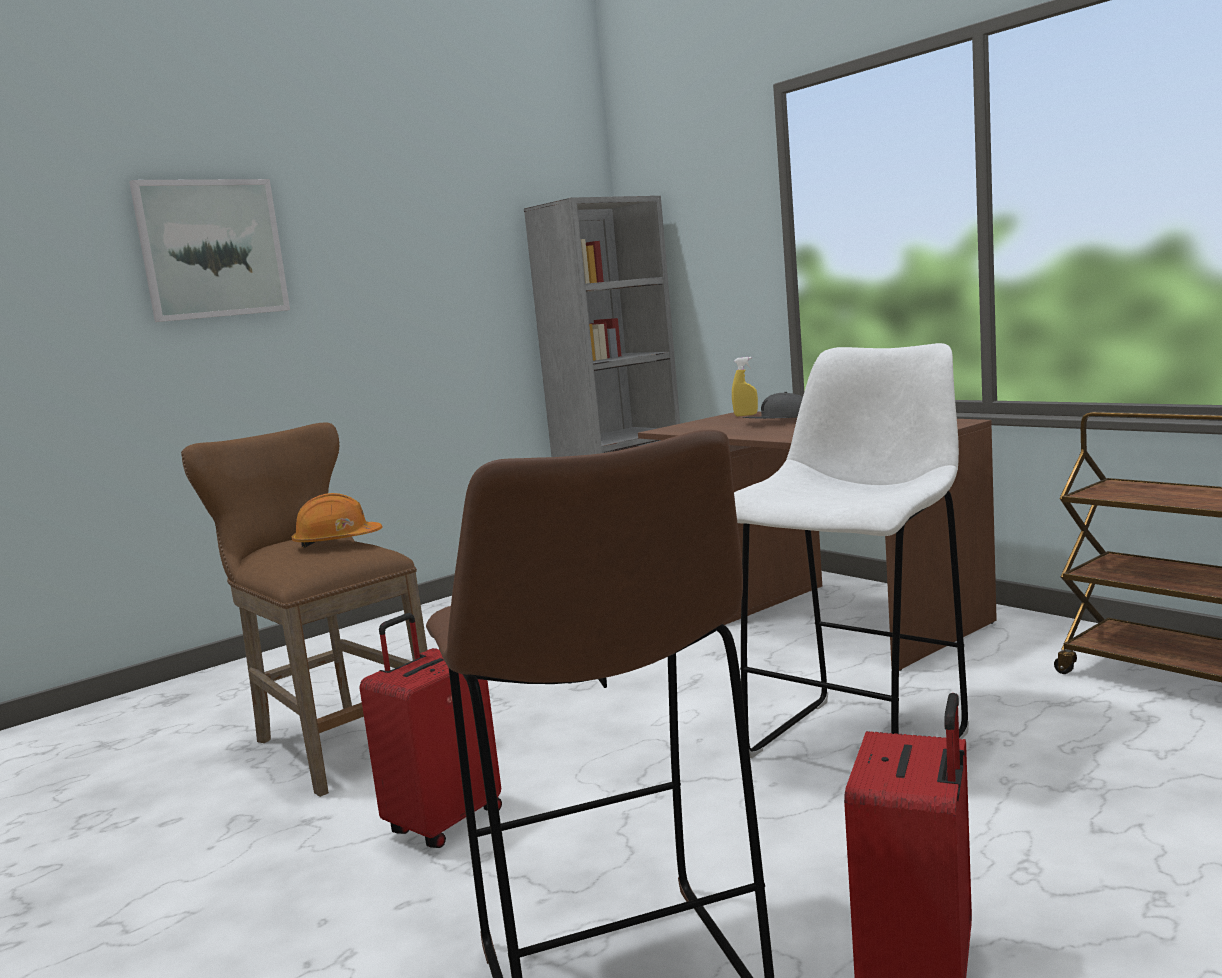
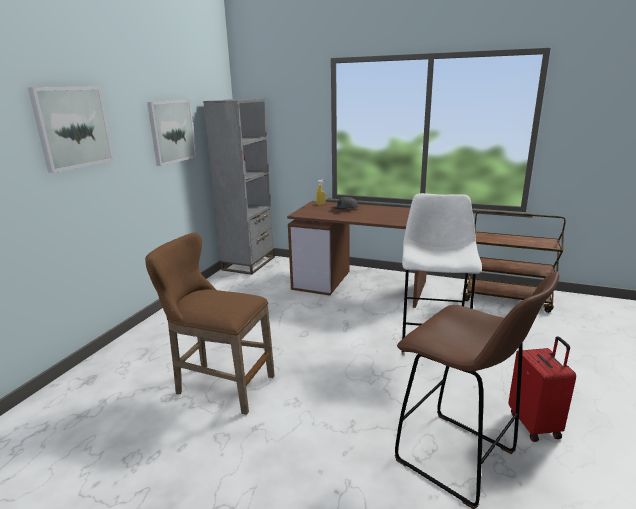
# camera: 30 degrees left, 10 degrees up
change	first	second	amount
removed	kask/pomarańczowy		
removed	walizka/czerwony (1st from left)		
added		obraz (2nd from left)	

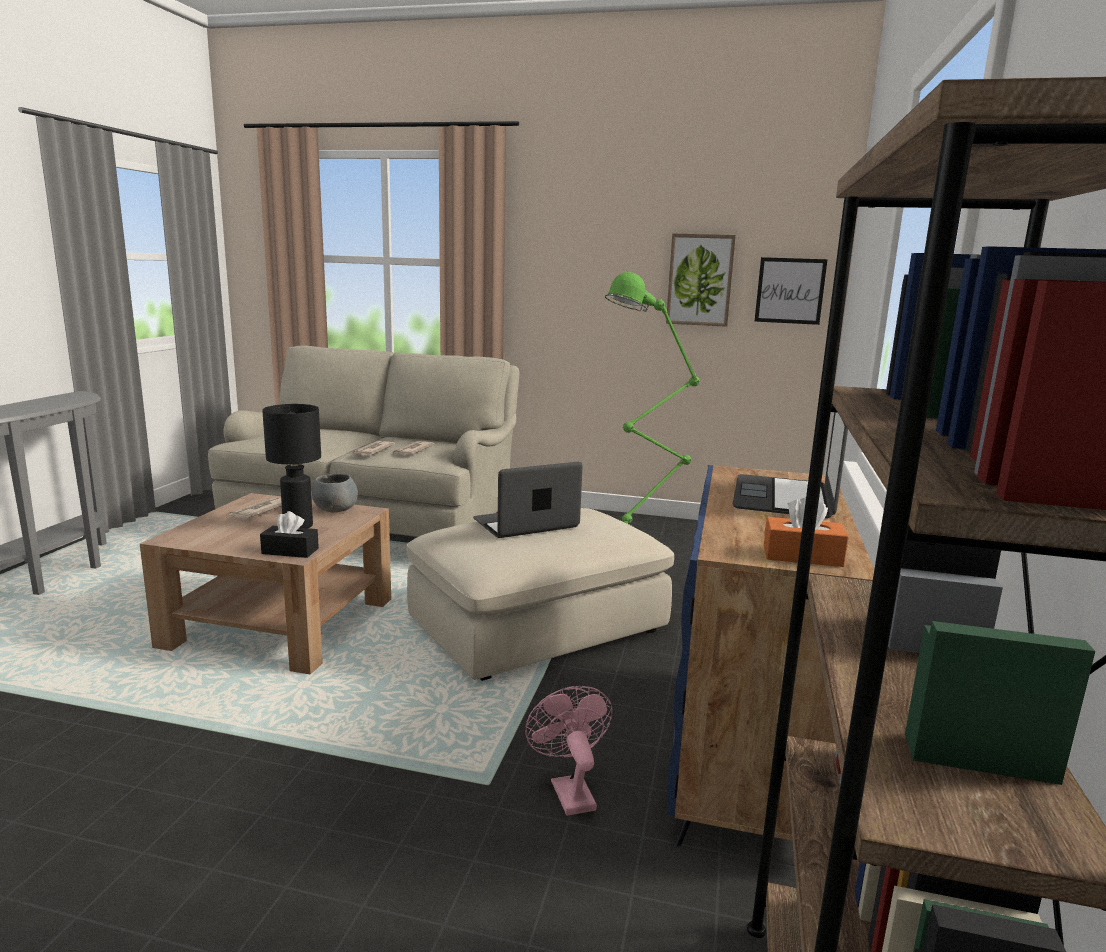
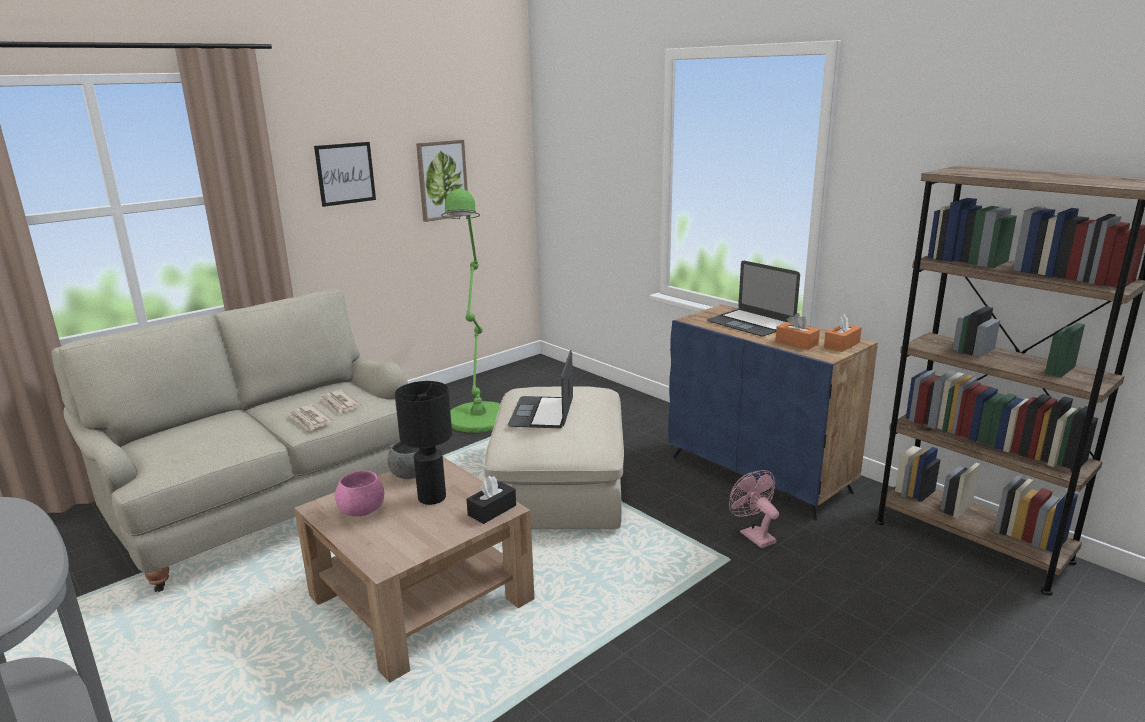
# camera: 55 degrees left, 5 degrees up
change	first	second	amount
replaced	gazeta (1st from left)	miska/różowy	
turned	wentylator/różowy		45 degrees clockwise
moved	obraz (2nd from left in the first image)	obraz (1st from left)	
added		pudełko chusteczek/pomarańczowy (1st from left)	

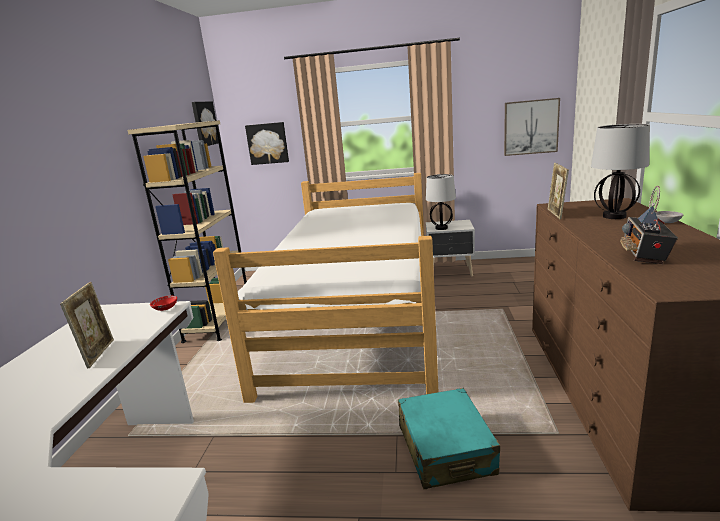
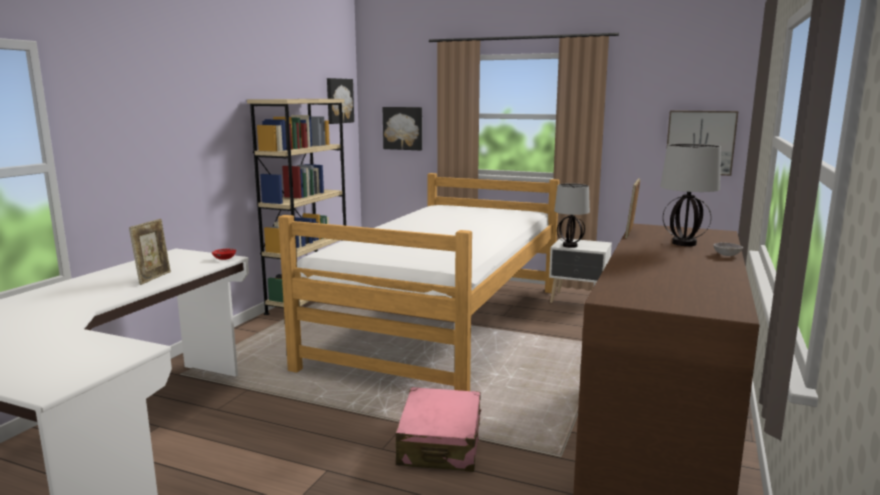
# camera: 15 degrees right, 5 degrees down
change	first	second	amount
recoloured	walizka/turkusowy	walizka/różowy	
removed	radio		

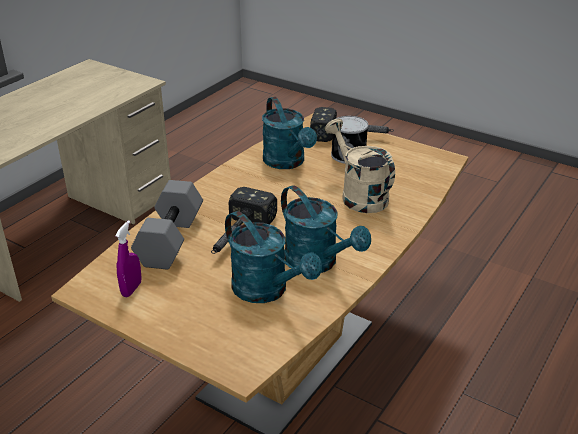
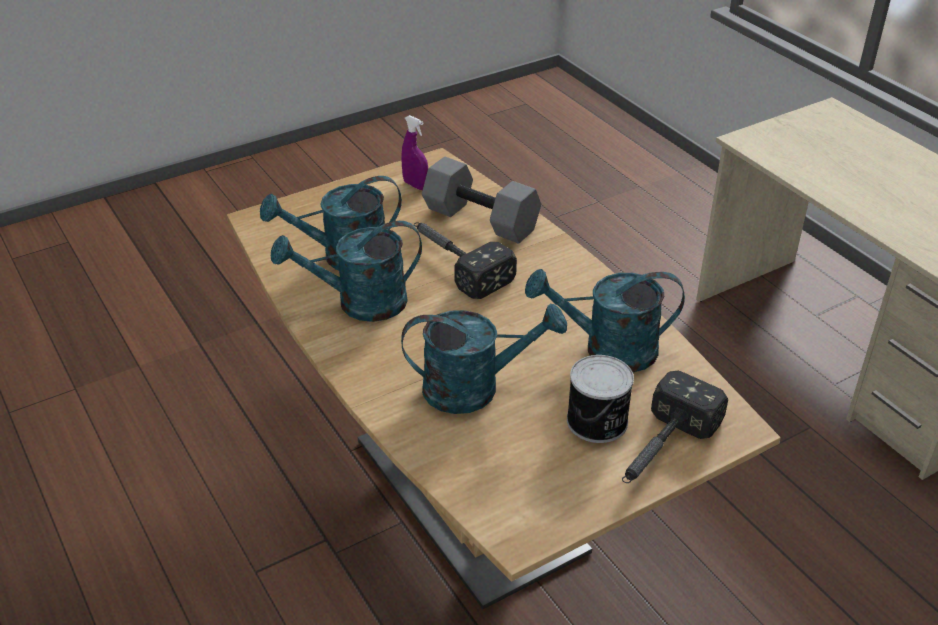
# camera: 115 degrees right, 5 degrees up
change	first	second	amount
recoloured	konewka/beżowy	konewka/turkusowy (3rd from left)	

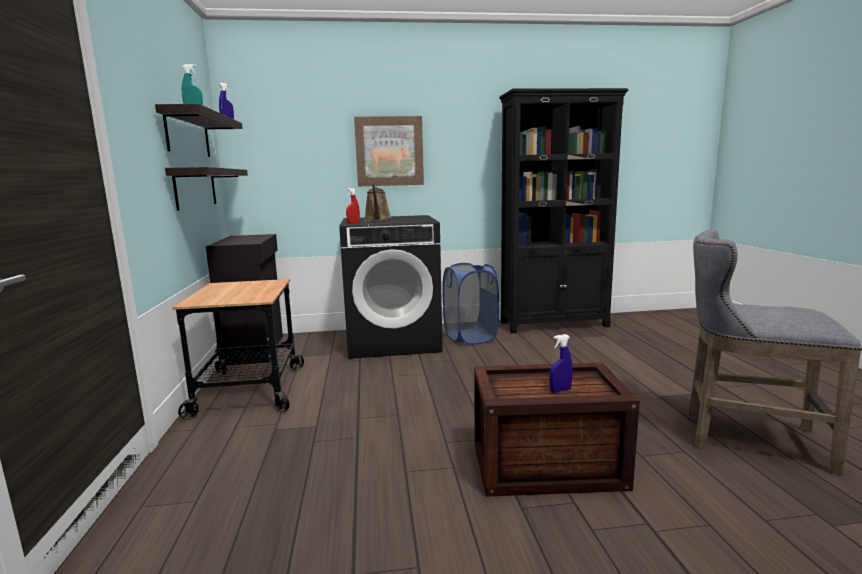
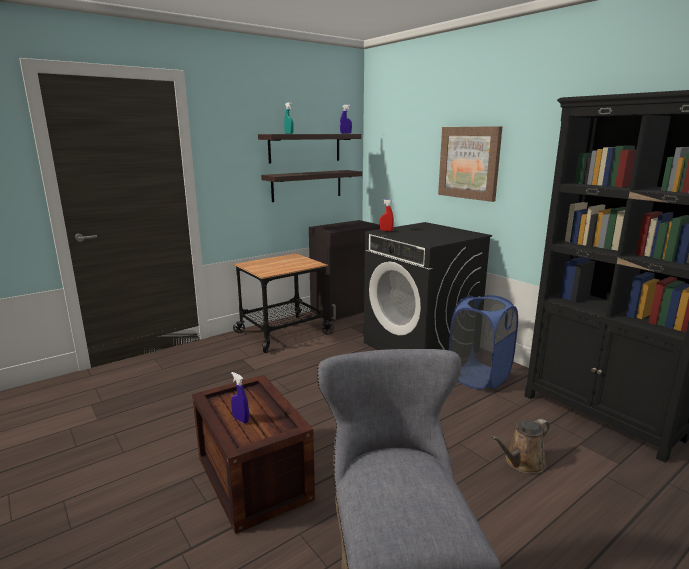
# camera: 60 degrees right, 5 degrees up
change	first	second	amount
moved	konewka/brązowy		

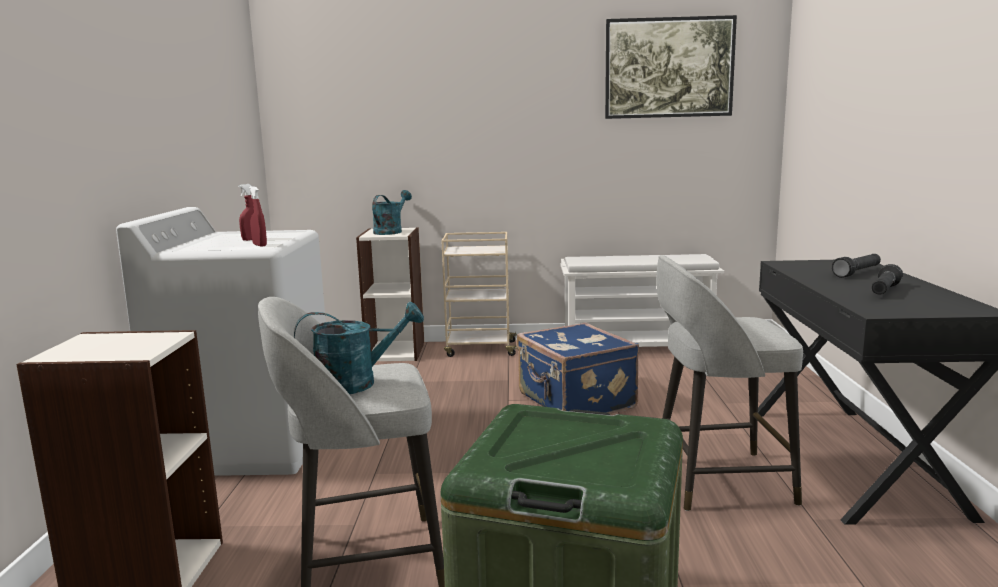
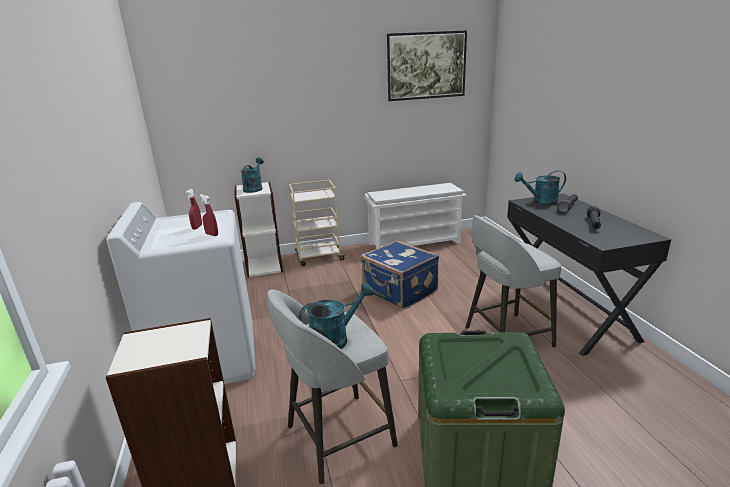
# camera: 15 degrees left, 10 degrees up
change	first	second	amount
added		konewka/turkusowy (3rd from left)	

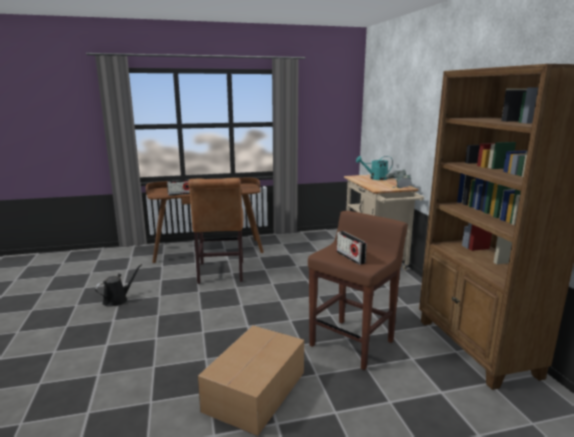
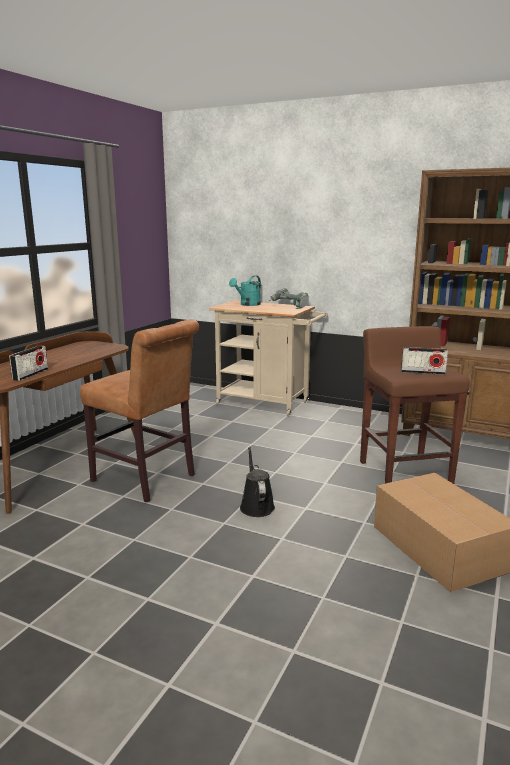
# camera: 50 degrees left, 0 degrees up
change	first	second	amount
moved	konewka/czarny		

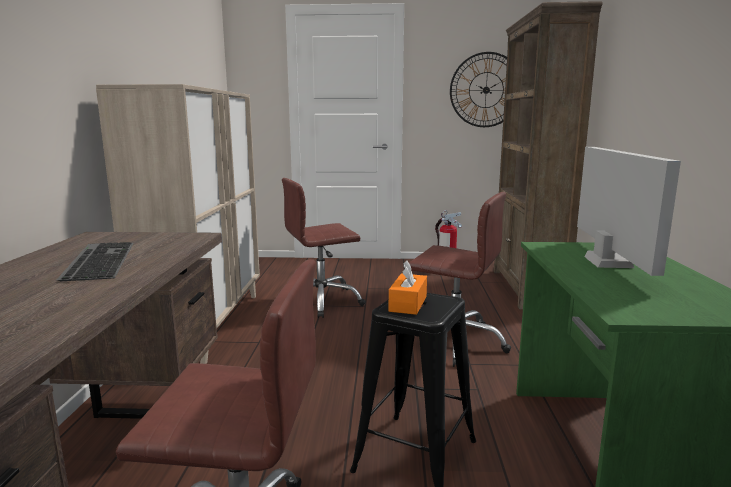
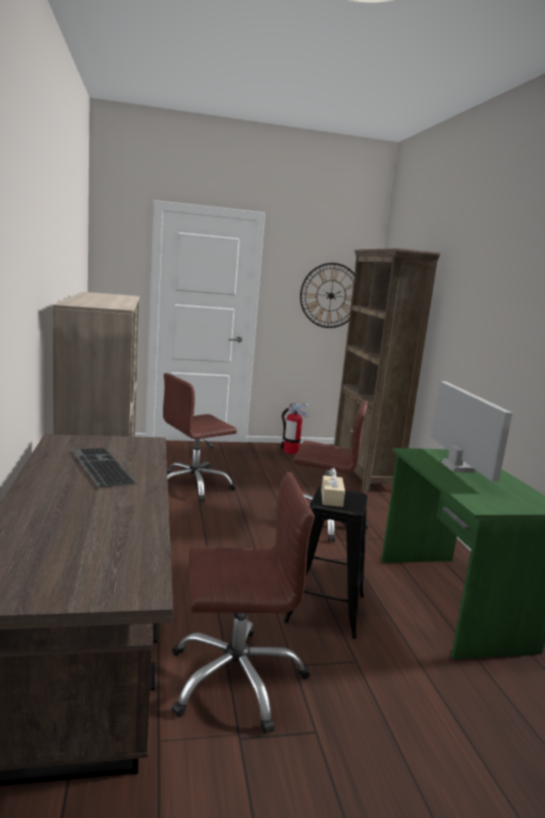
# camera: 15 degrees left, 0 degrees up
change	first	second	amount
recoloured	pudełko chusteczek/pomarańczowy	pudełko chusteczek/beżowy	

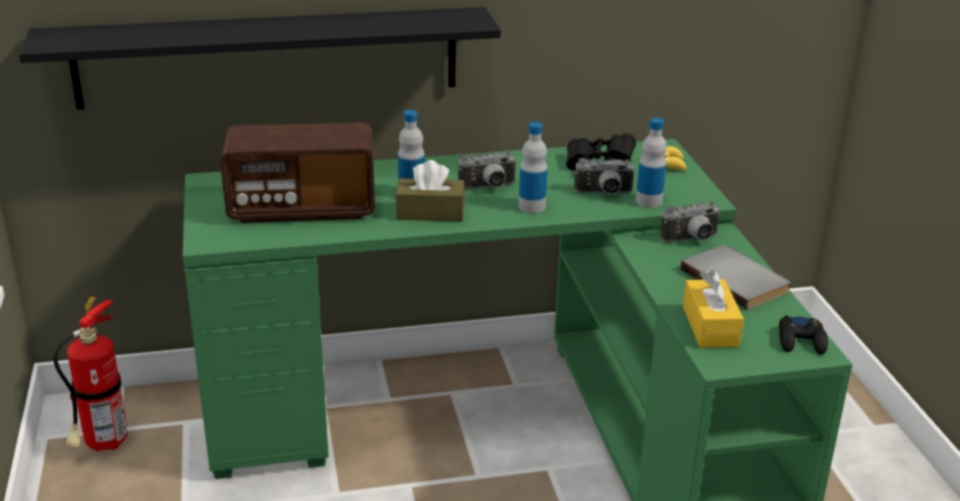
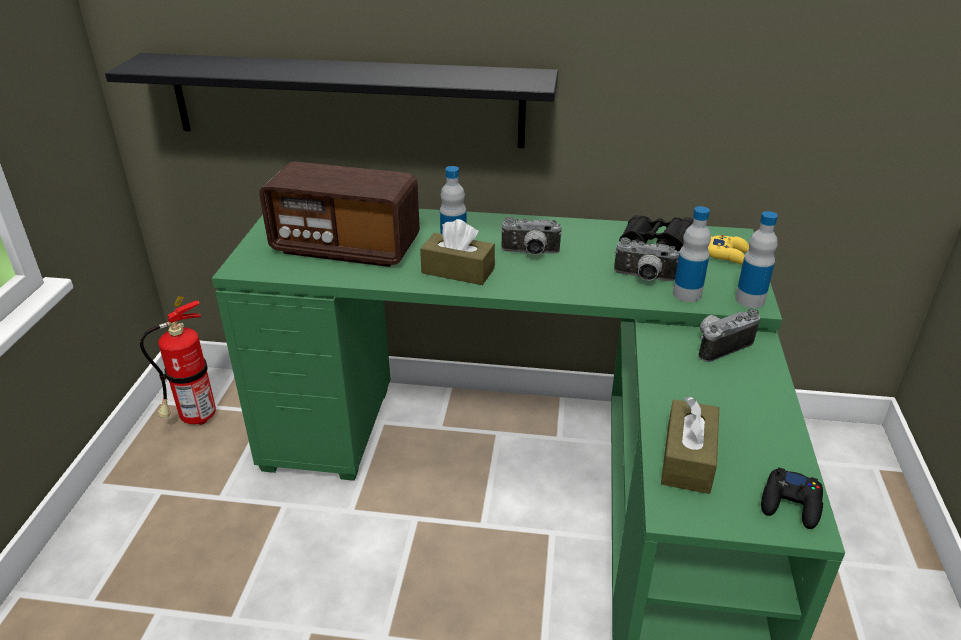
# camera: 20 degrees right, 5 degrees up
change	first	second	amount
moved	butelka (2nd from left in the first image)	butelka (3rd from left)	
turned	aparat fotograficzny (3rd from left)		150 degrees clockwise
removed	książka/szary		
recoloured	pudełko chusteczek/żółty	pudełko chusteczek/brązowy (2nd from left)	

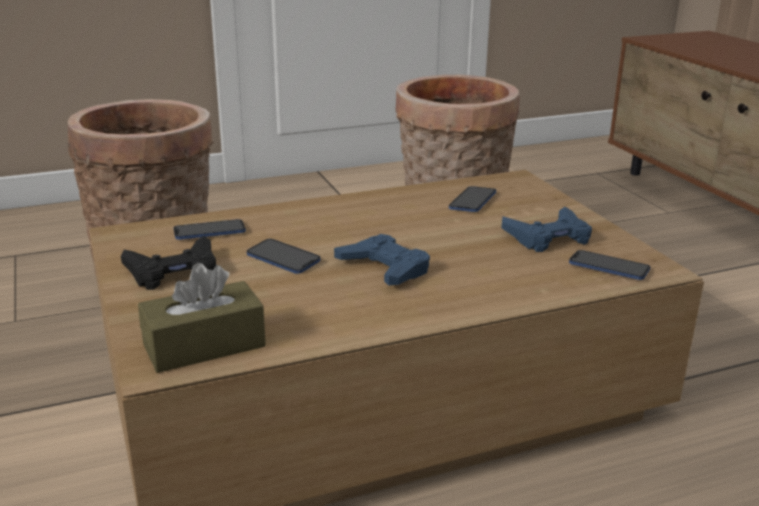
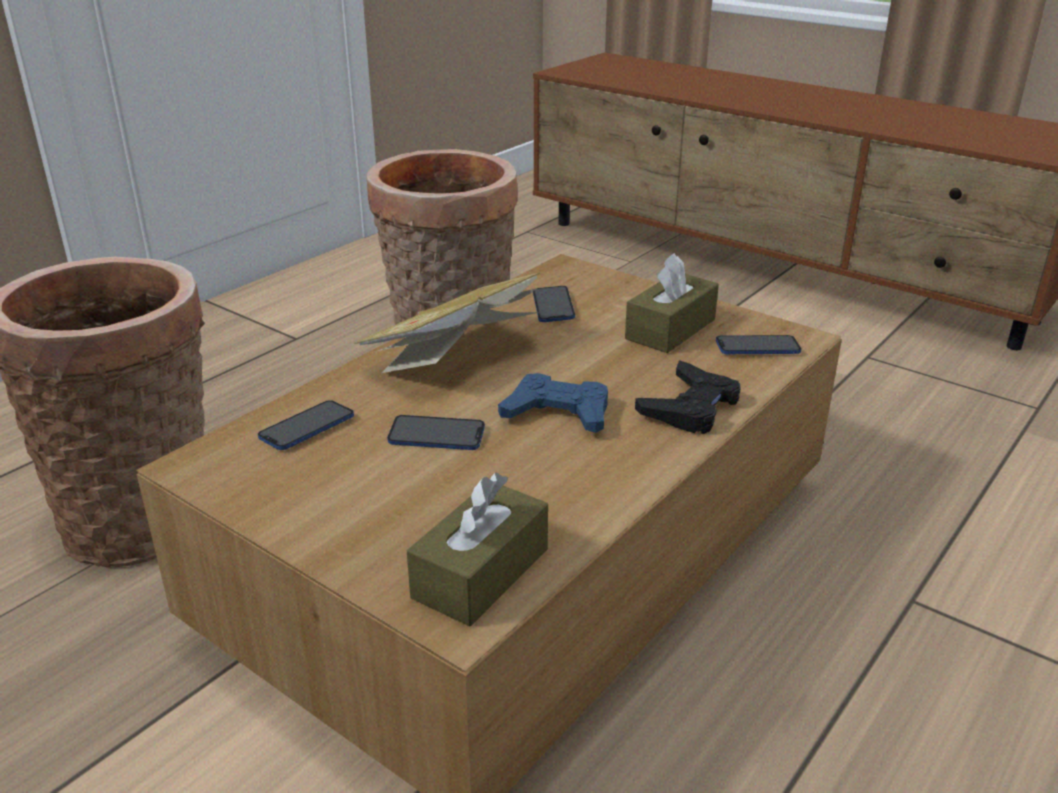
# camera: 30 degrees left, 5 degrees up
change	first	second	amount
moved	pad do gier/czarny		
replaced	pad do gier/niebieski (2nd from left)	pudełko chusteczek/brązowy (2nd from left)	
added		książka	

